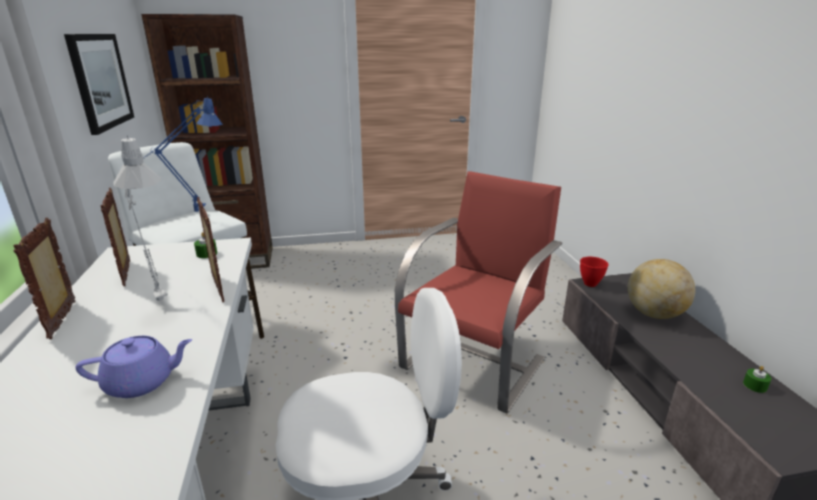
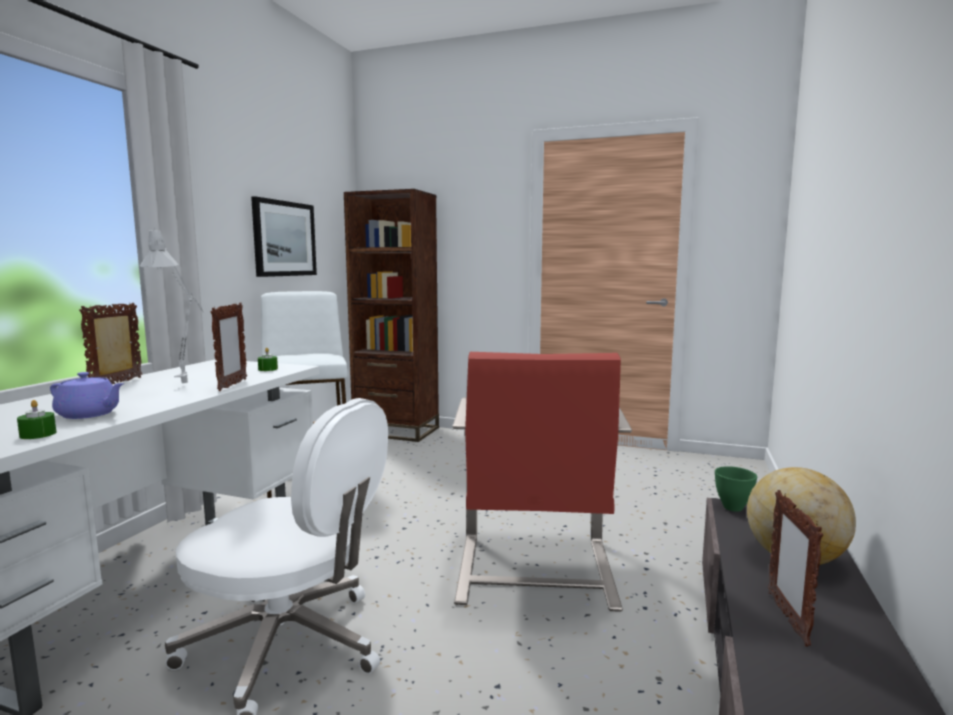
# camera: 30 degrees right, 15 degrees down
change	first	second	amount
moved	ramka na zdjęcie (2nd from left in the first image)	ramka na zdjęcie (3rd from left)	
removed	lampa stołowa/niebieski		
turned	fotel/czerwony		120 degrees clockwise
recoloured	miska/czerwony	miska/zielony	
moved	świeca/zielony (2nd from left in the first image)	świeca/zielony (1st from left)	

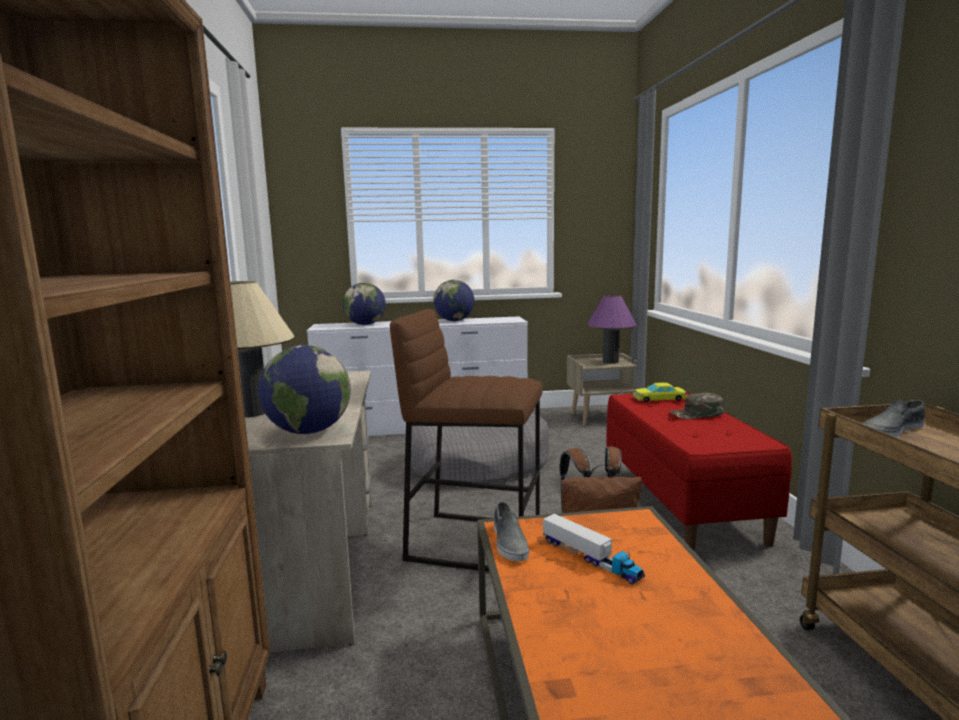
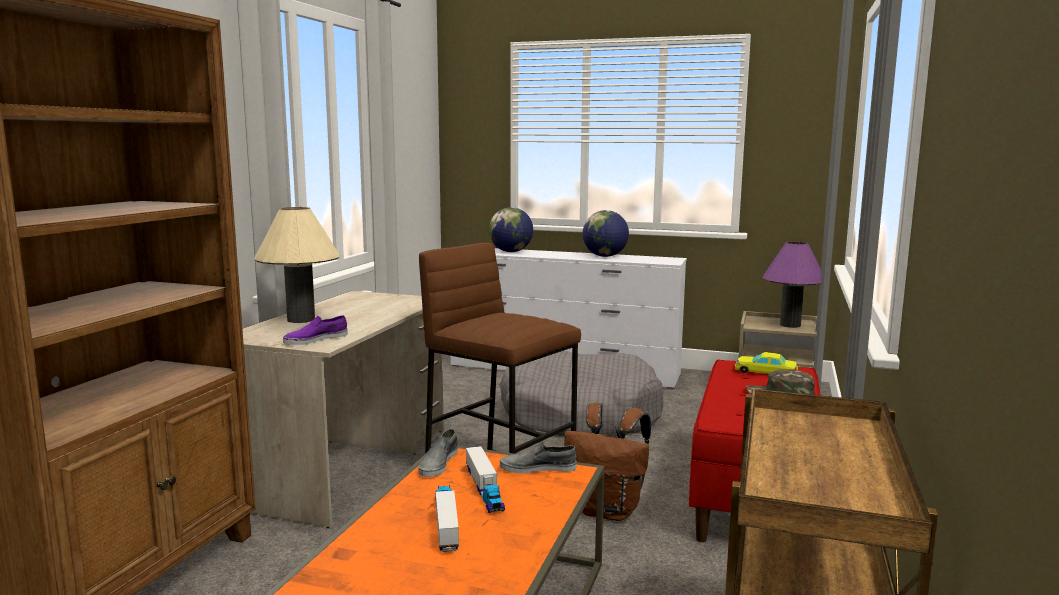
# camera: 25 degrees right, 0 degrees up
change	first	second	amount
replaced	globus (1st from left)	but/fioletowy	
moved	but/szary (2nd from left)		
added		ciężarówka zabawkowa (1st from left)	

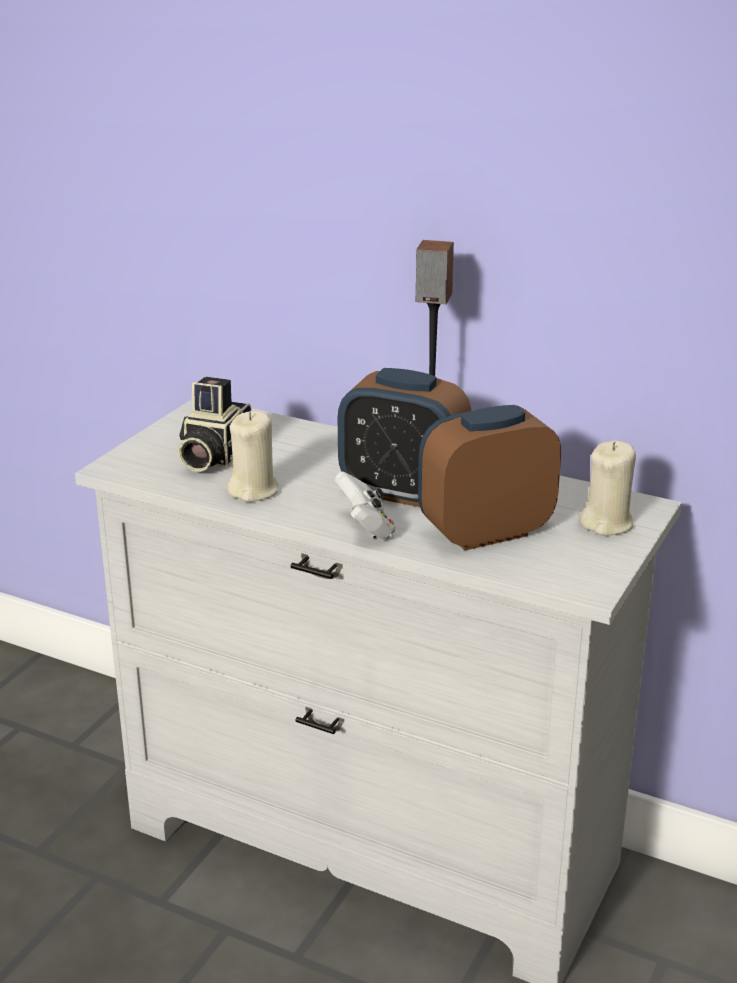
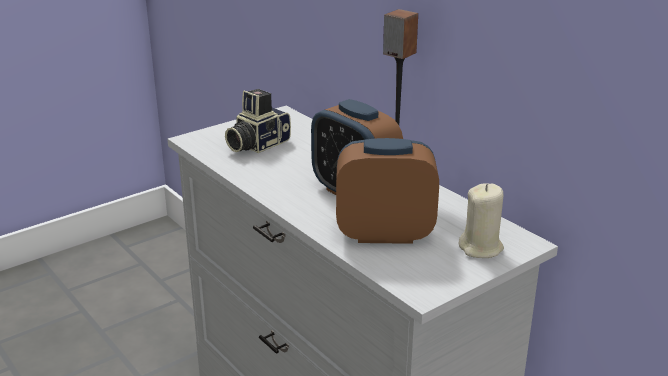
# camera: 25 degrees right, 0 degrees up
change	first	second	amount
removed	świeca/beżowy (1st from left)		
removed	pad do gier/biały		

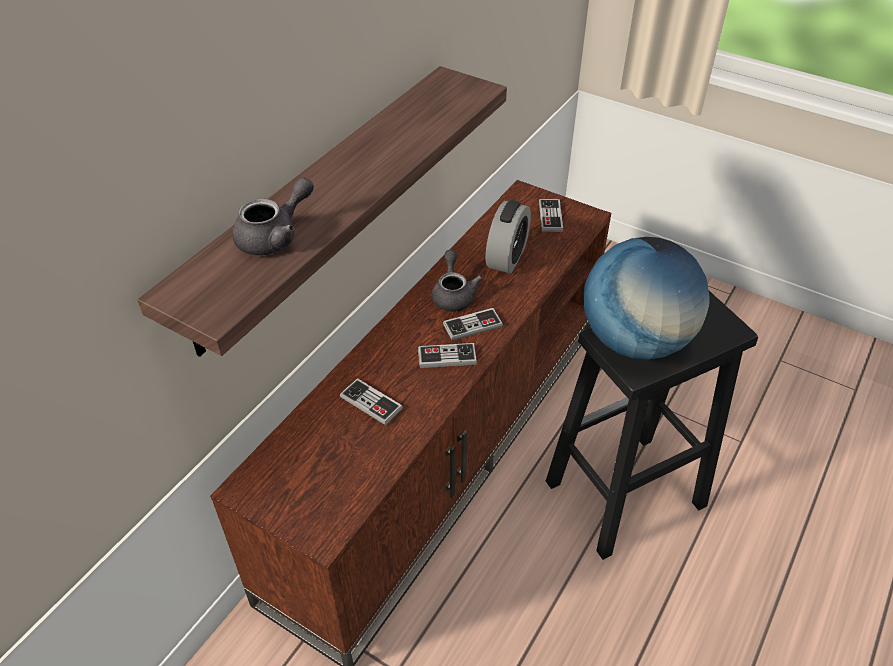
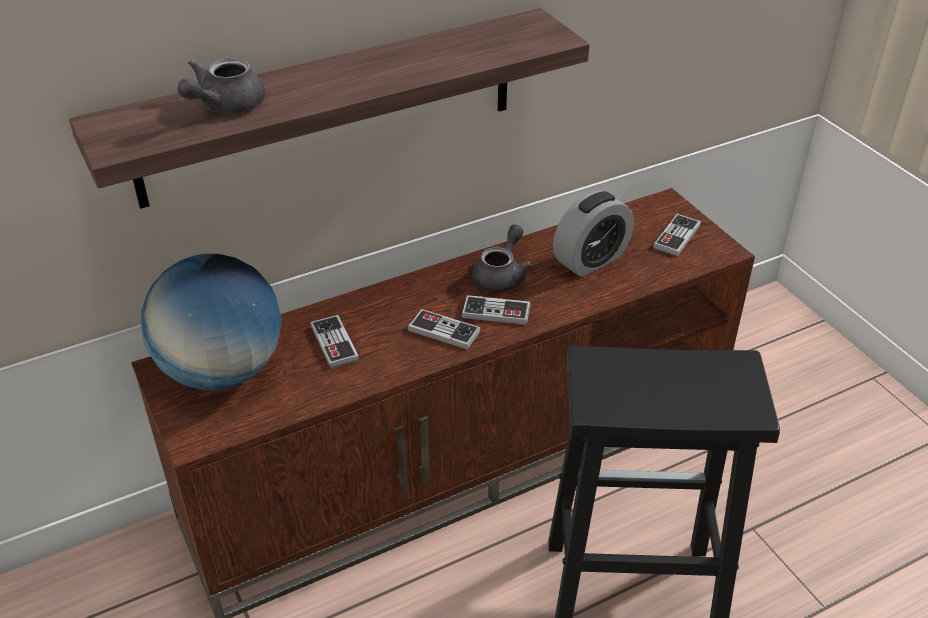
# camera: 30 degrees right, 5 degrees down
change	first	second	amount
turned	imbryk/szary (1st from left)		135 degrees clockwise
moved	globus		

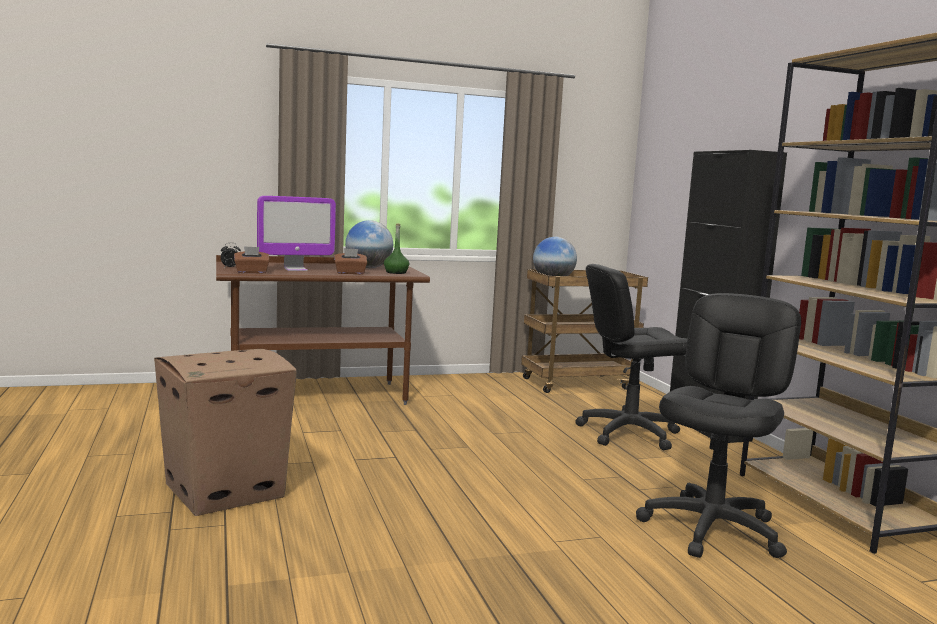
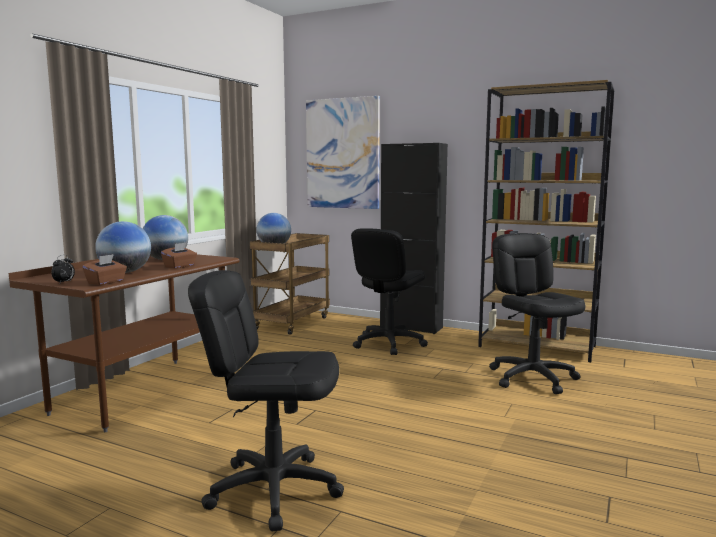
# camera: 45 degrees left, 0 degrees up
change	first	second	amount
replaced	karton	krzesło biurowe/czarny (1st from left)	
replaced	monitor	globus (1st from left)	
removed	butelka/zielony		
added		obraz	

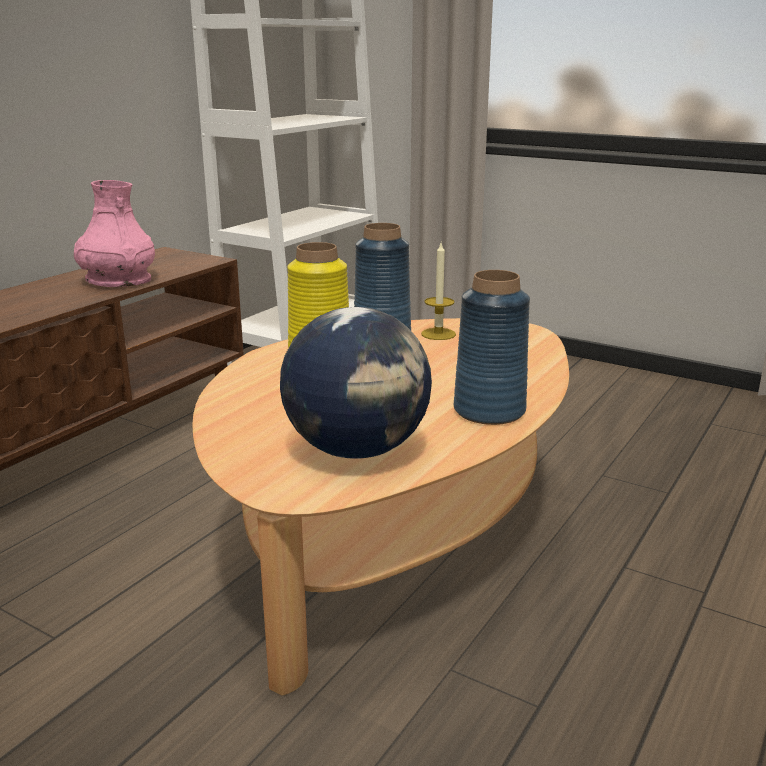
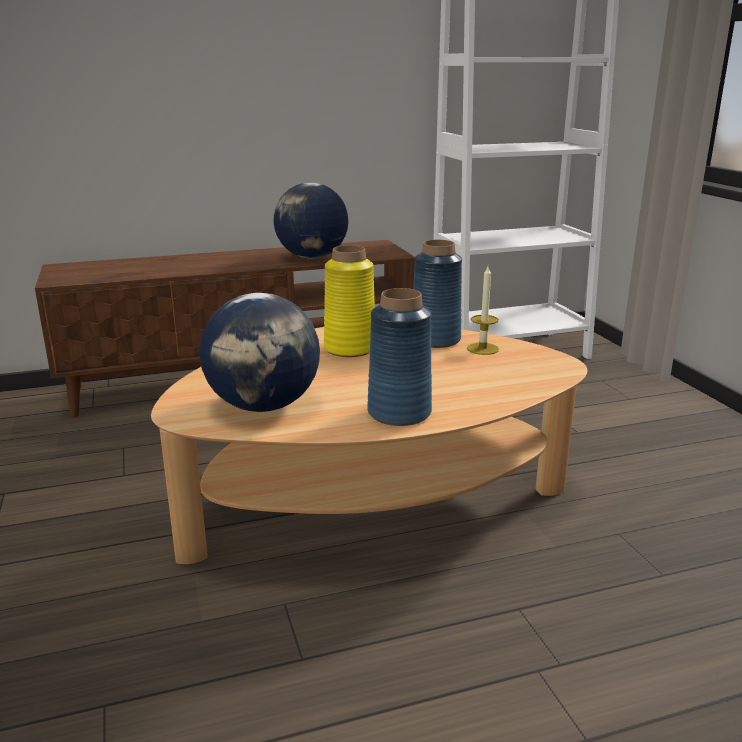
# camera: 40 degrees right, 0 degrees up
change	first	second	amount
replaced	wazon/różowy	globus (2nd from left)	

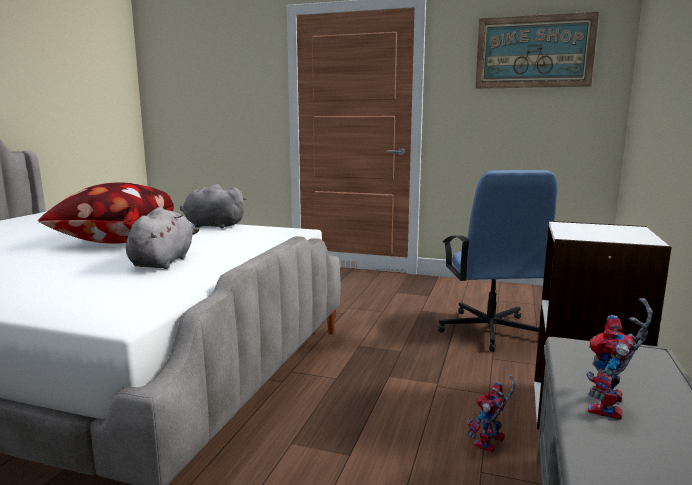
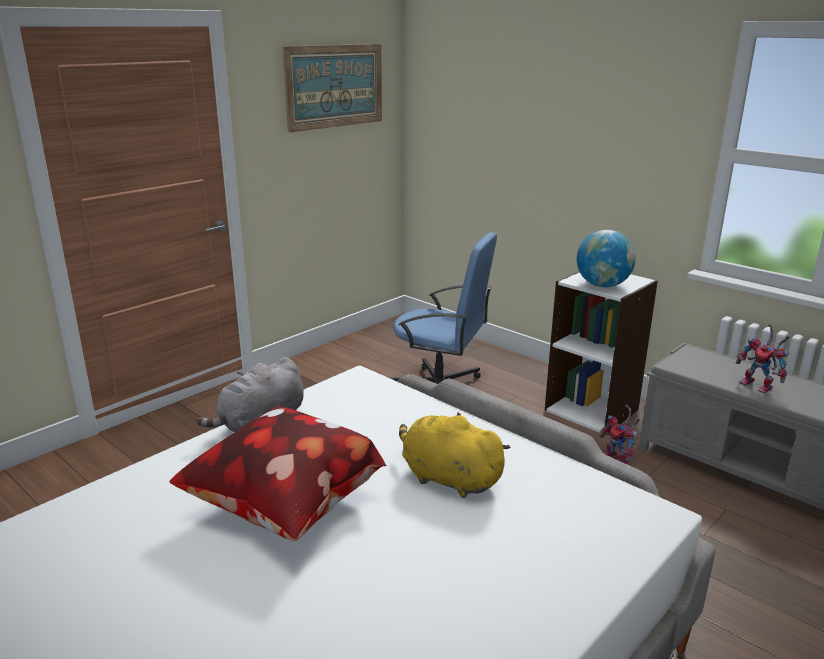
# camera: 65 degrees left, 10 degrees up
change	first	second	amount
recoloured	pluszak/szary (1st from left)	pluszak/żółty	
added		globus	

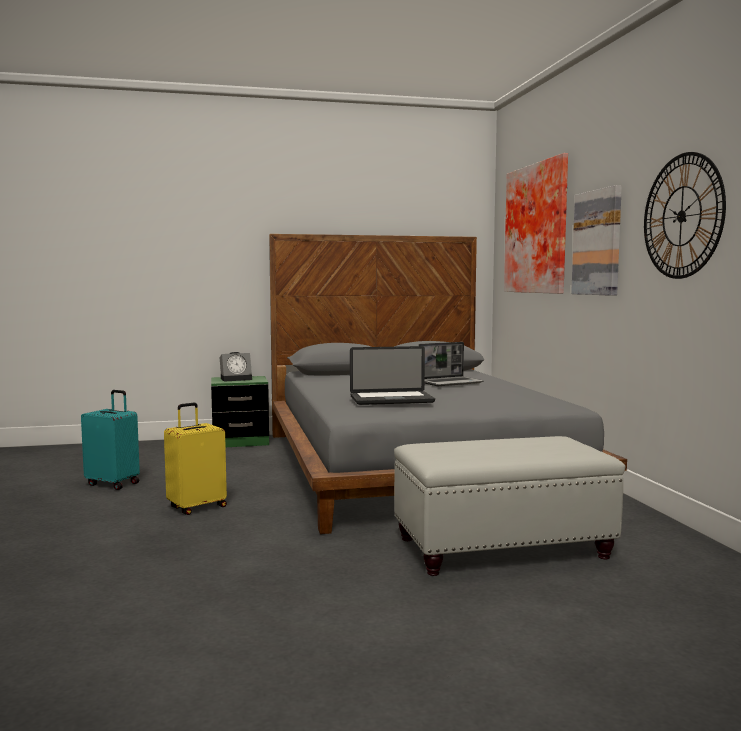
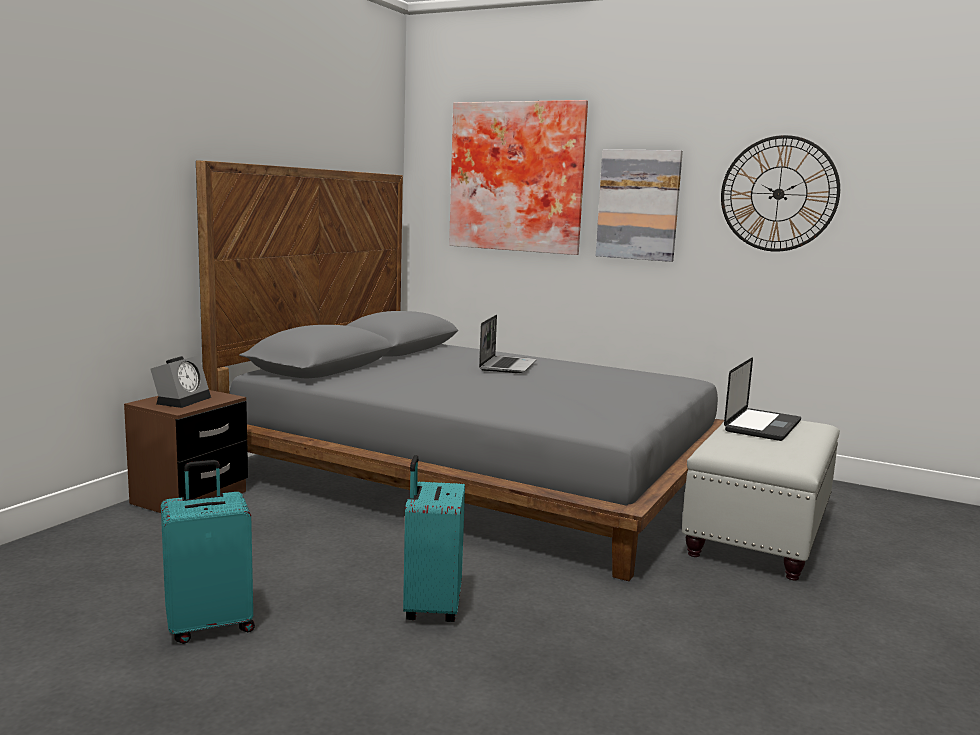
# camera: 50 degrees left, 5 degrees up
change	first	second	amount
recoloured	walizka/żółty	walizka/turkusowy (2nd from left)	
recoloured	szafka nocna/zielony	szafka nocna/brązowy	
moved	laptop (1st from left in the first image)	laptop (2nd from left)	

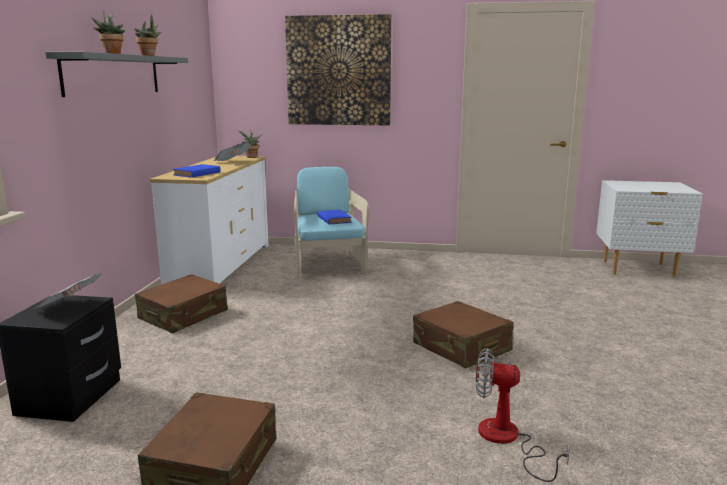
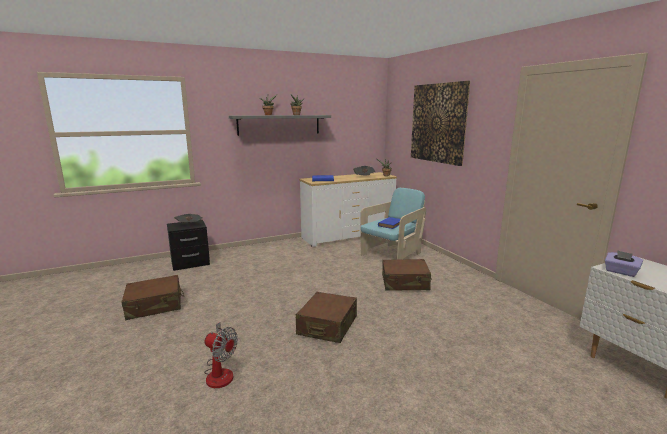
# camera: 55 degrees right, 0 degrees up
change	first	second	amount
moved	walizka/brązowy (1st from left in the first image)	walizka/brązowy (3rd from left)	
turned	wentylator		135 degrees clockwise
added		pudełko chusteczek/fioletowy	

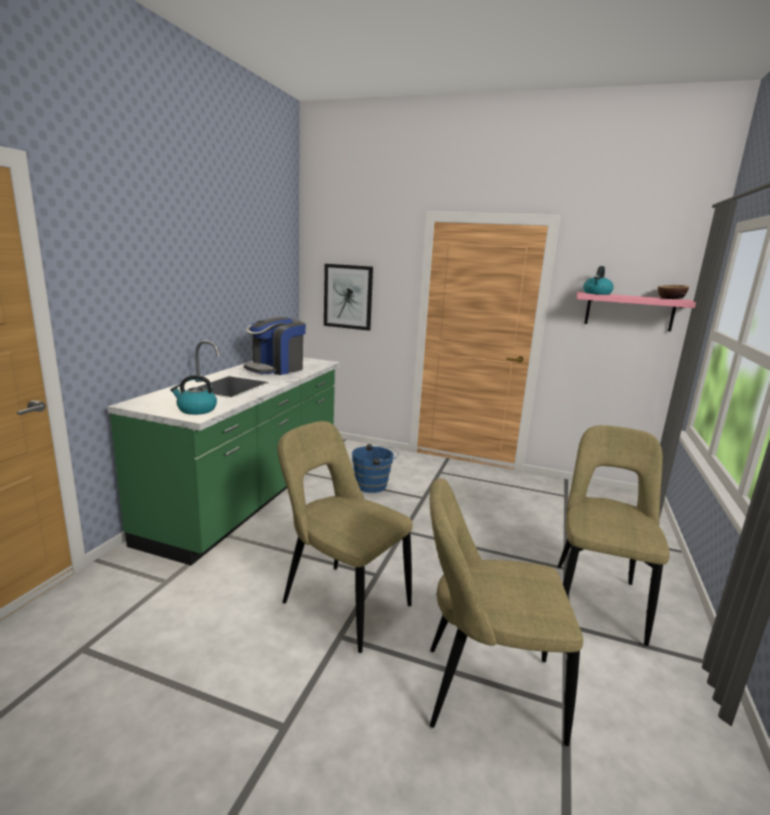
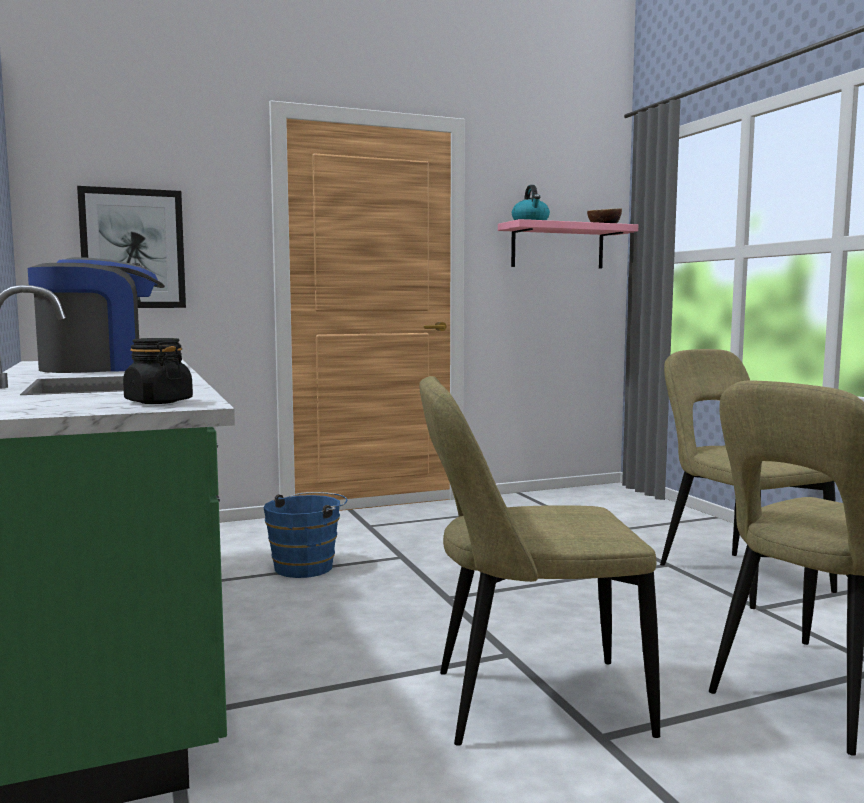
# camera: 40 degrees left, 10 degrees down
change	first	second	amount
replaced	czajnik (1st from left)	słoik/czarny	
turned	ekspres do kawy		120 degrees counterclockwise

